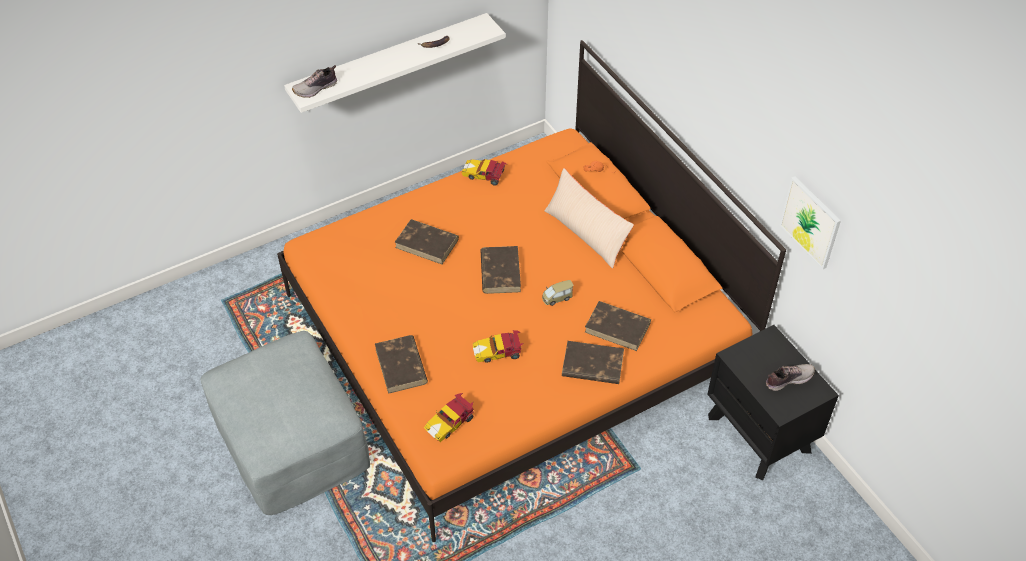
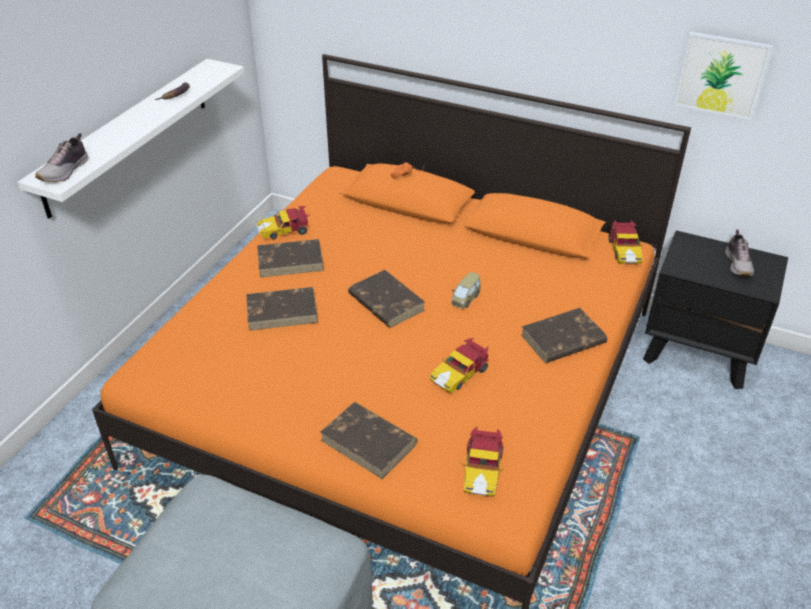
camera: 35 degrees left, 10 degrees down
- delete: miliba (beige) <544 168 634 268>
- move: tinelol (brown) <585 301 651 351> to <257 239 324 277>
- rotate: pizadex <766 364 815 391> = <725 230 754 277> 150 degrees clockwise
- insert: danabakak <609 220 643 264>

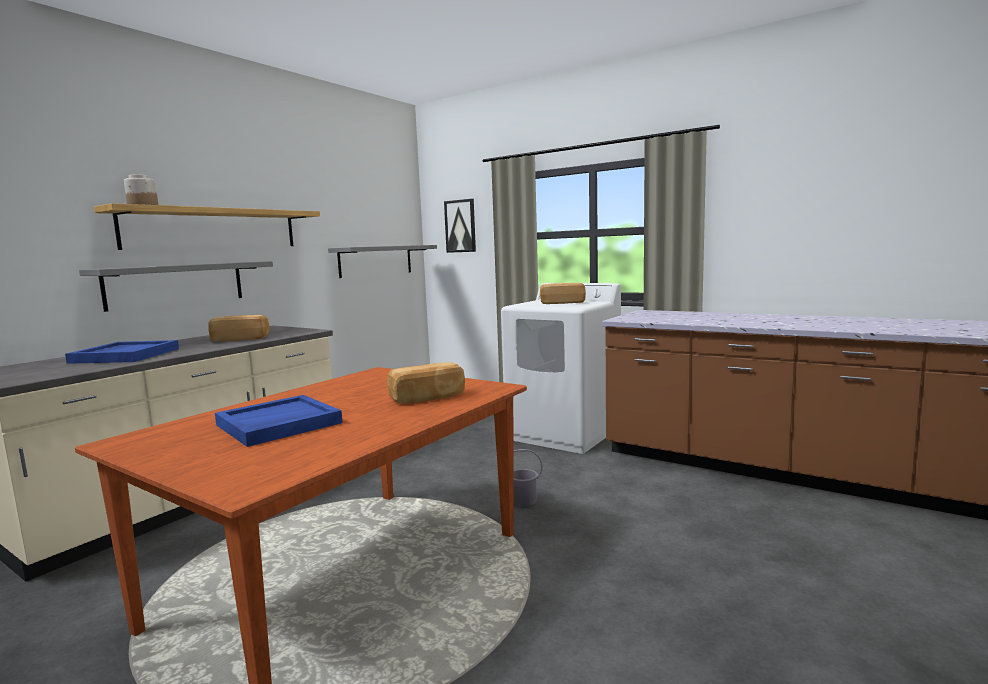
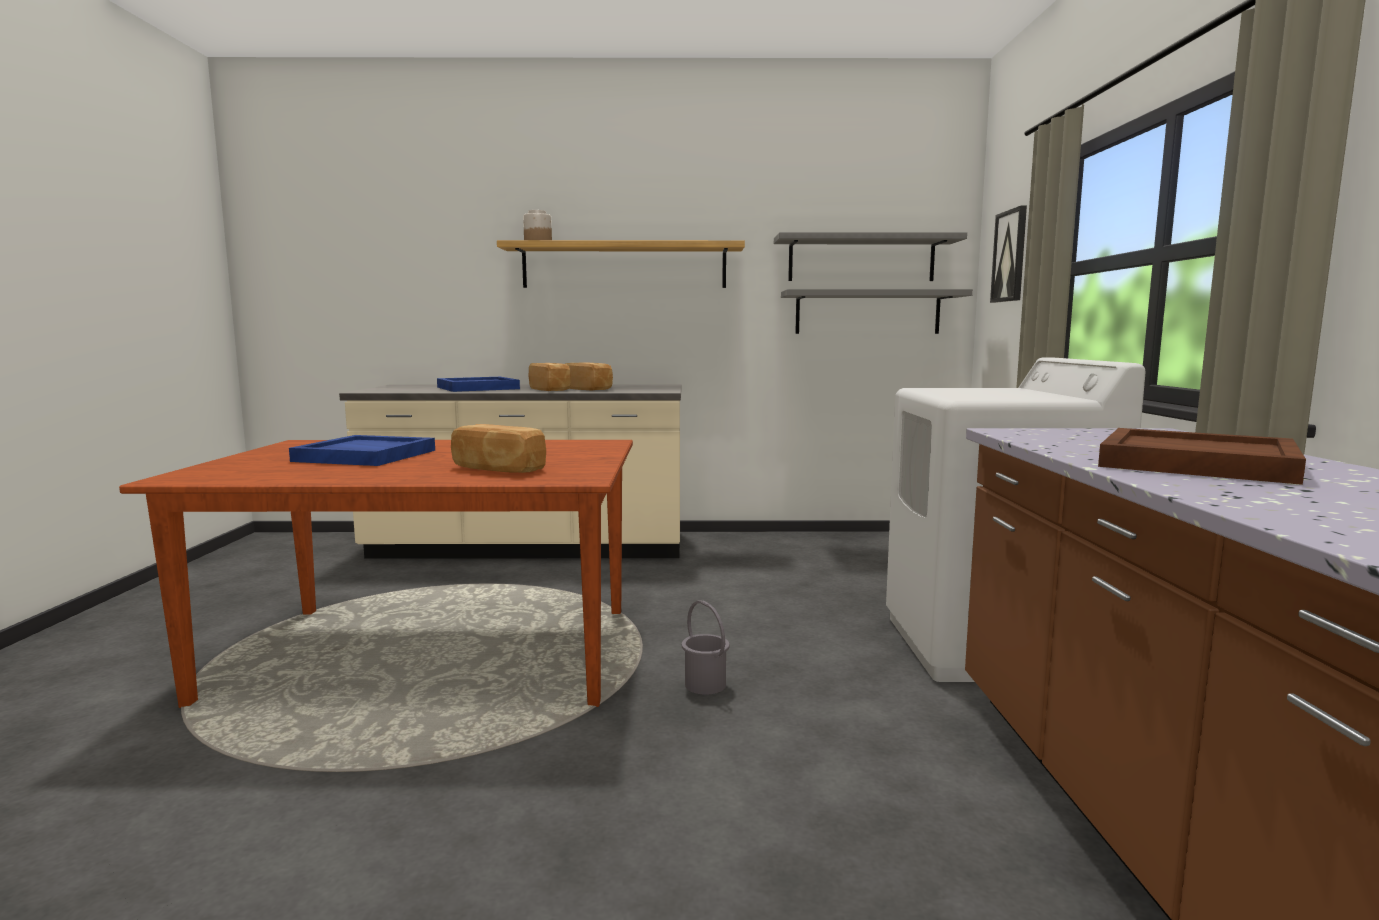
camera: 55 degrees right, 0 degrees up
- move: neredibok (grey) <79 261 273 312> to <774 232 967 281>
- move: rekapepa <540 283 586 304> to <529 363 571 391>
- insert: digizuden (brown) <1098 428 1306 485>

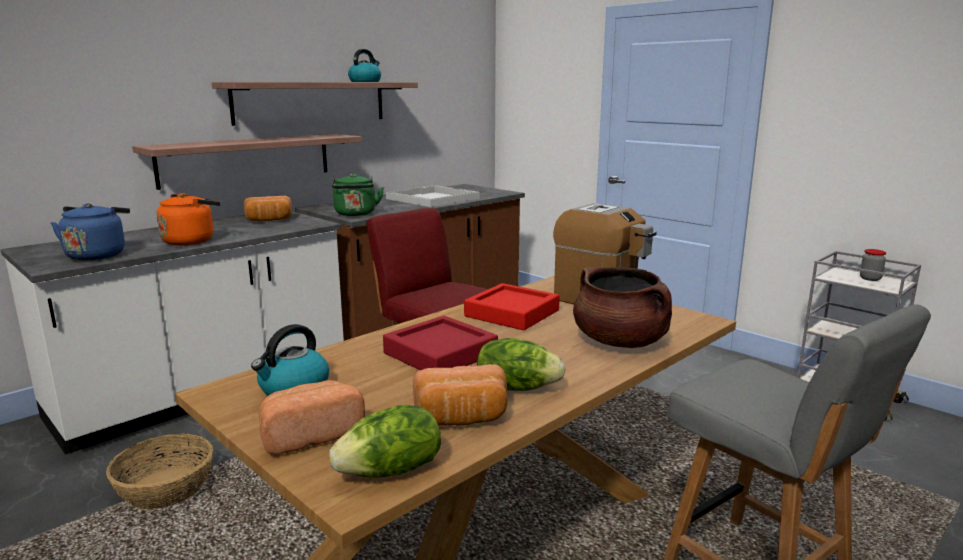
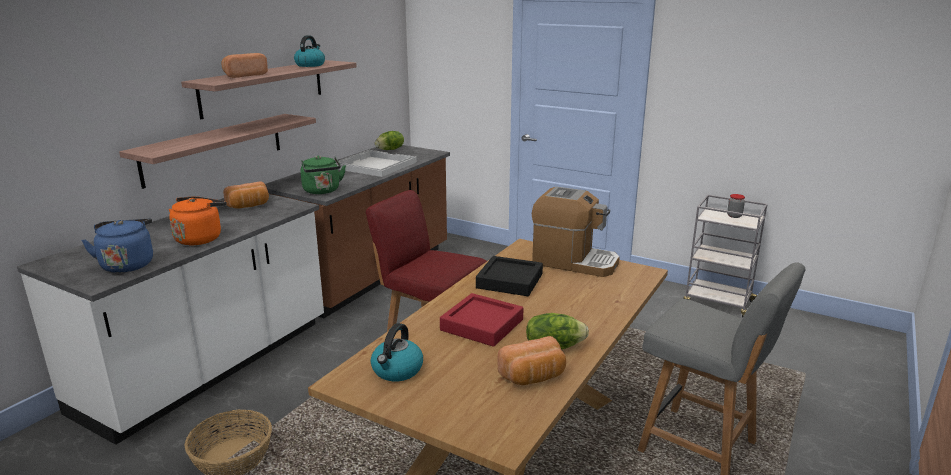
camera: 15 degrees left, 5 degrees up
- delete: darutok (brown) <573 267 672 348>
- recolor: digizuden (red) <464 283 560 330> to digizuden (black) <476 256 543 296>
- move: rekapepa <259 380 365 455> to <221 53 268 78>
- move: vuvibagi <329 405 441 478> to <375 131 404 150>

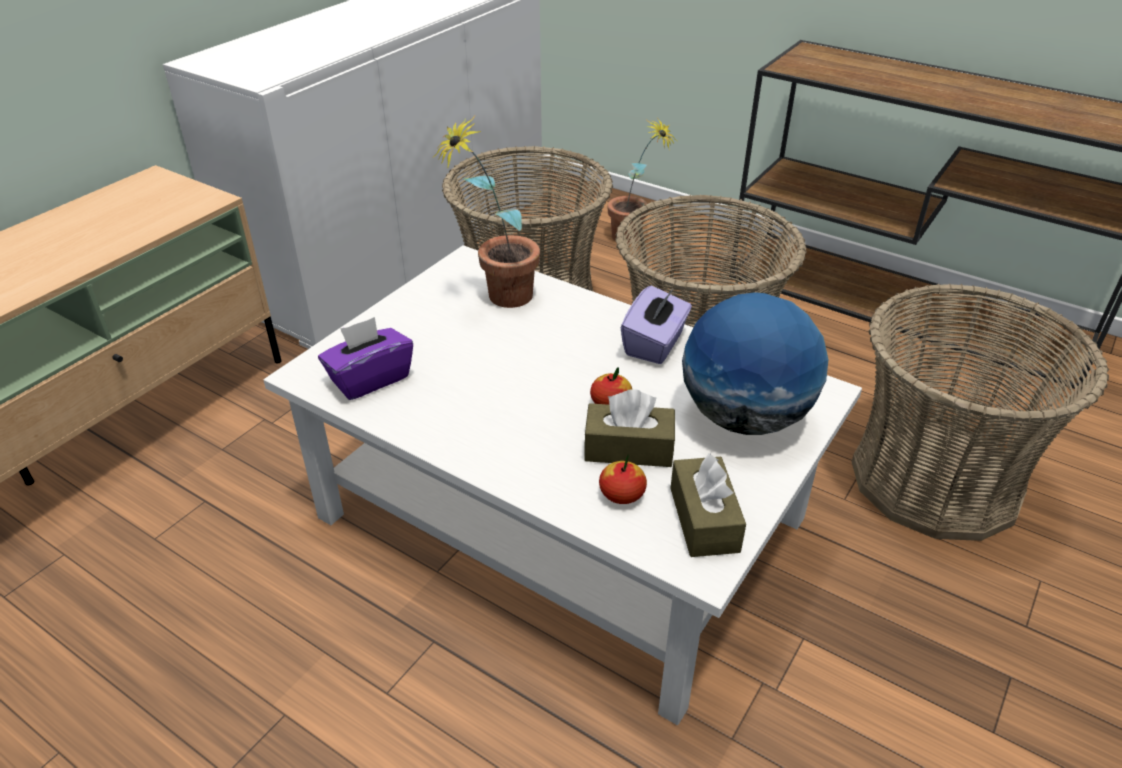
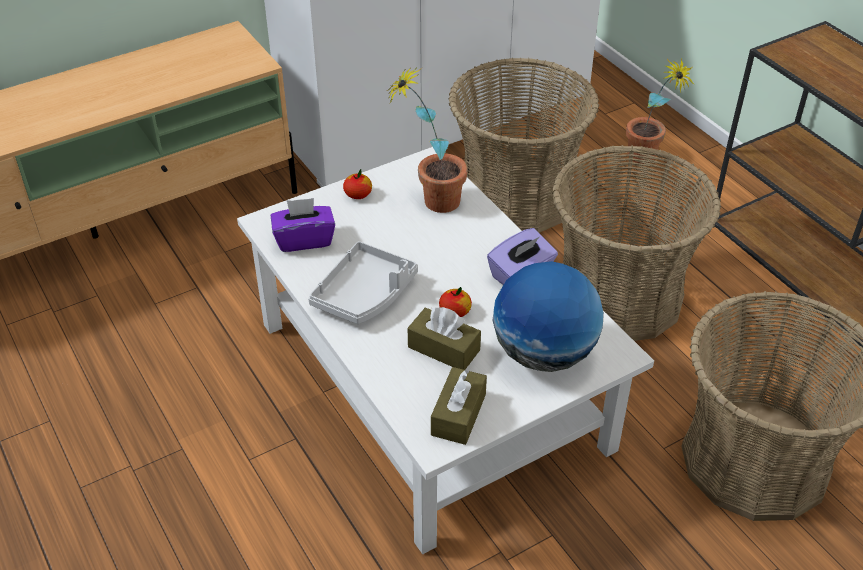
camera: 25 degrees right, 5 degrees up
- move: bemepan <599 455 647 504> to <343 169 372 199>
- insert: digizuden (grey) <308 241 418 324>

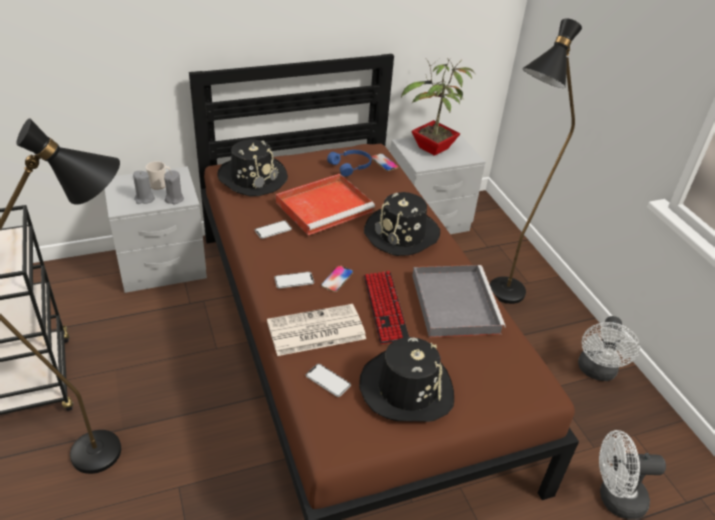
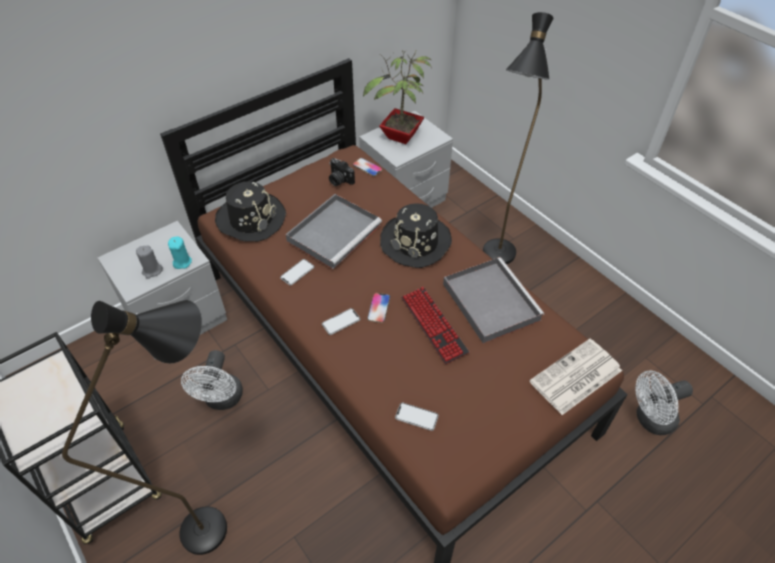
camera: 15 degrees left, 10 degrees up
- replace: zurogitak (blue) <327 150 372 177> to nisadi <329 158 355 186>
- delete: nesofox <146 161 171 190>
- recolor: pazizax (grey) <164 170 184 204> to pazizax (turquoise) <168 237 192 269>
- recolor: digizuden (red) <276 174 375 235> to digizuden (grey) <286 194 382 269>
- move: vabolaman <267 304 366 356> to <530 339 622 415>
- move: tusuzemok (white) <578 316 640 381> to <181 350 243 410>
- delete: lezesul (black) <359 337 454 422>

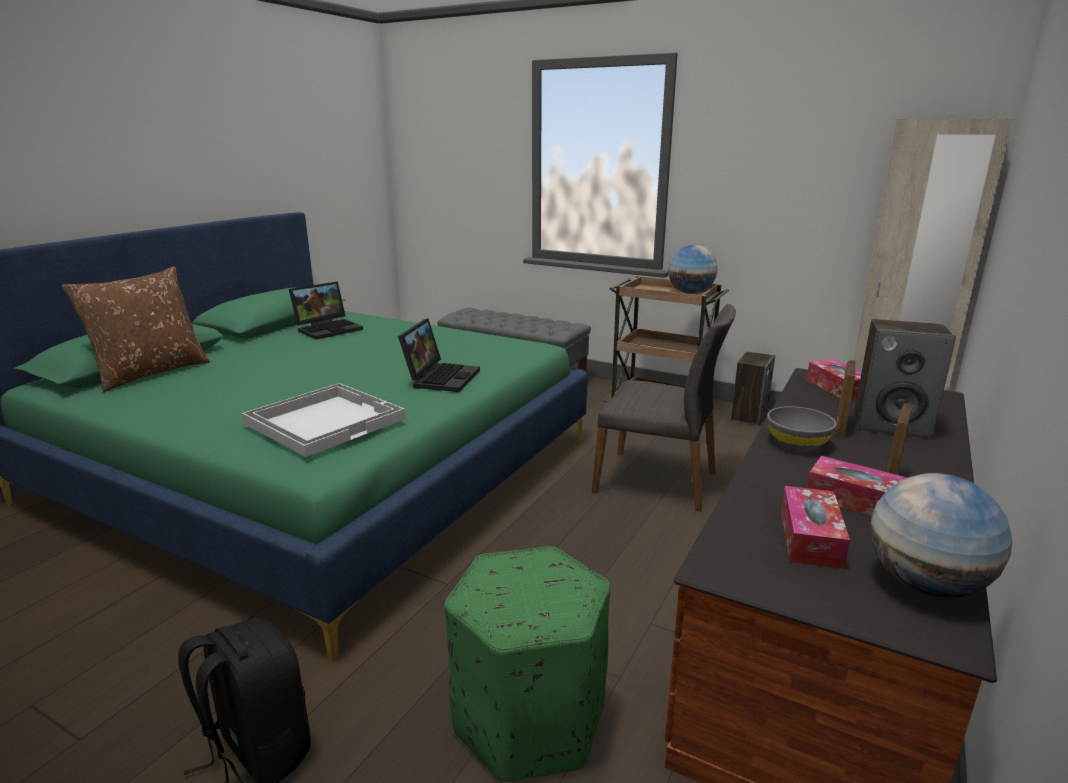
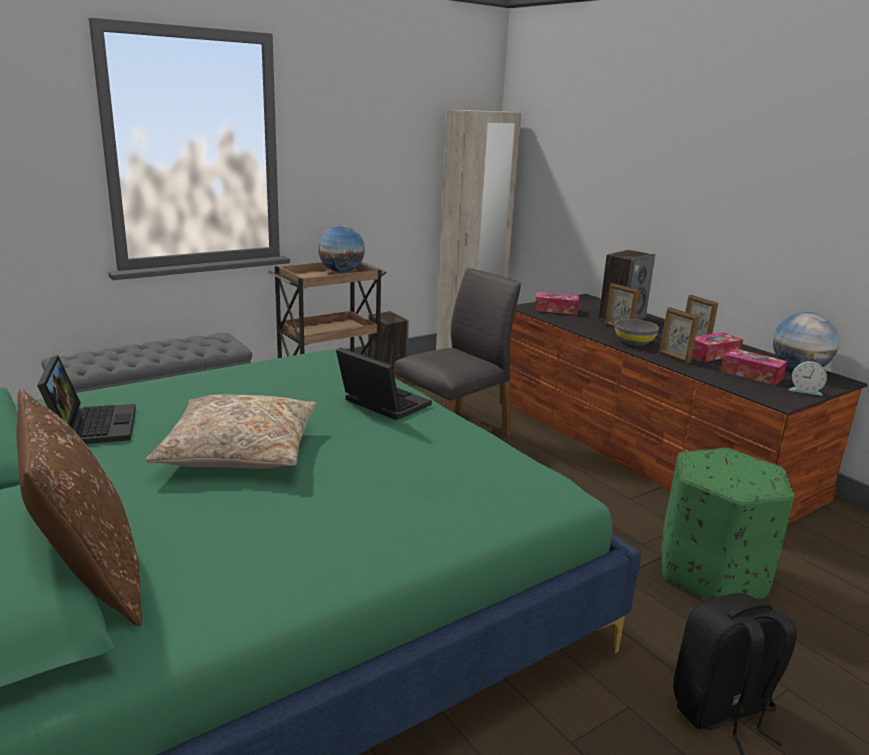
camera: 65 degrees left, 0 degrees up
- delete: digizuden (white) <242 383 405 457>
- insert: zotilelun <659 307 699 363>
- insert: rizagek <789 361 827 396>
- insert: miliba (beige) <145 394 317 469>

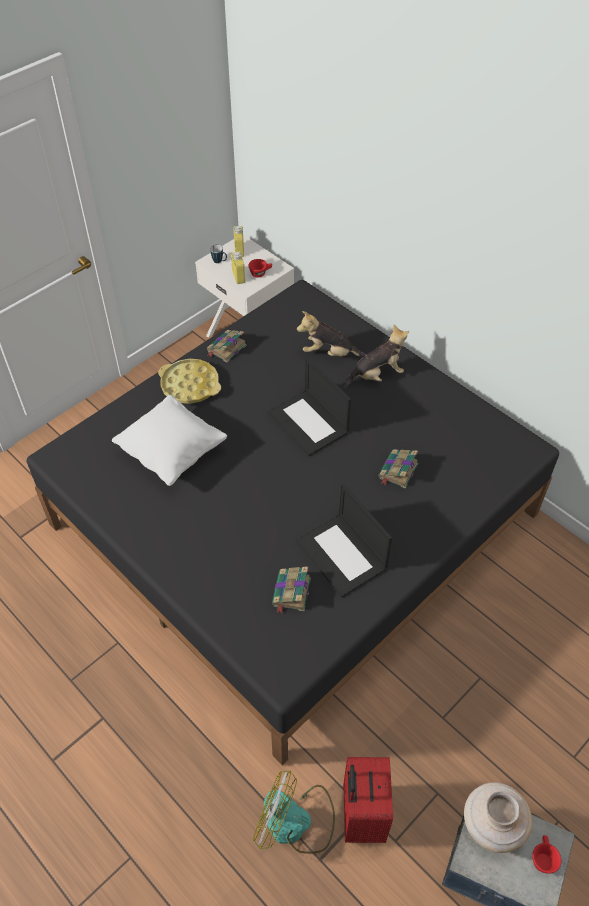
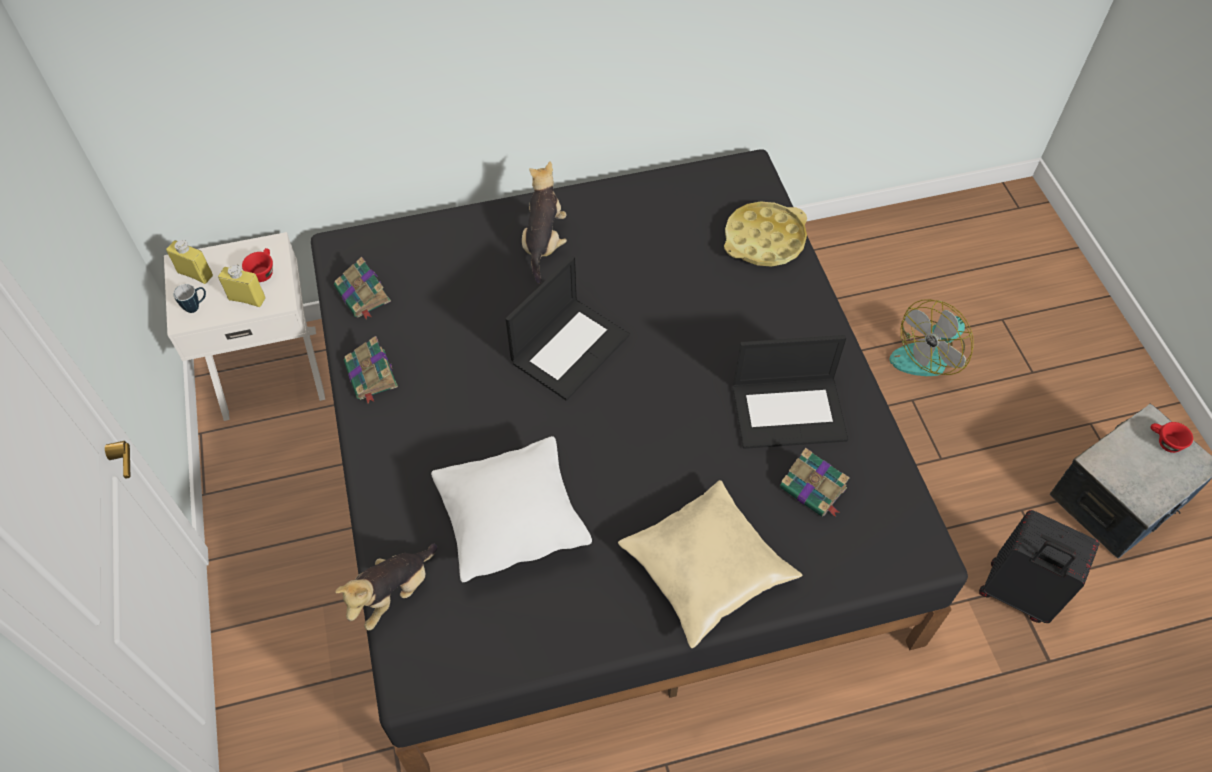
camera: 60 degrees left, 5 degrees up
- move: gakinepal <297 311 366 357> to <335 544 437 631>
- rotate: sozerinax <267 358 351 456> = <506 256 630 401> 45 degrees counterclockwise
- move: digizuden (yellow) <158 359 221 404> to <724 201 807 267>
- move: tinelol <378 449 419 489> to <334 257 391 320>
- recolor: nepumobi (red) <344 757 393 843> to nepumobi (black) <979 510 1099 623>
- move: tusuzemok <253 771 335 854> to <890 299 974 376>
- delete: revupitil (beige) <464 782 532 853>
- insert: miliba (beige) <618 480 803 649>

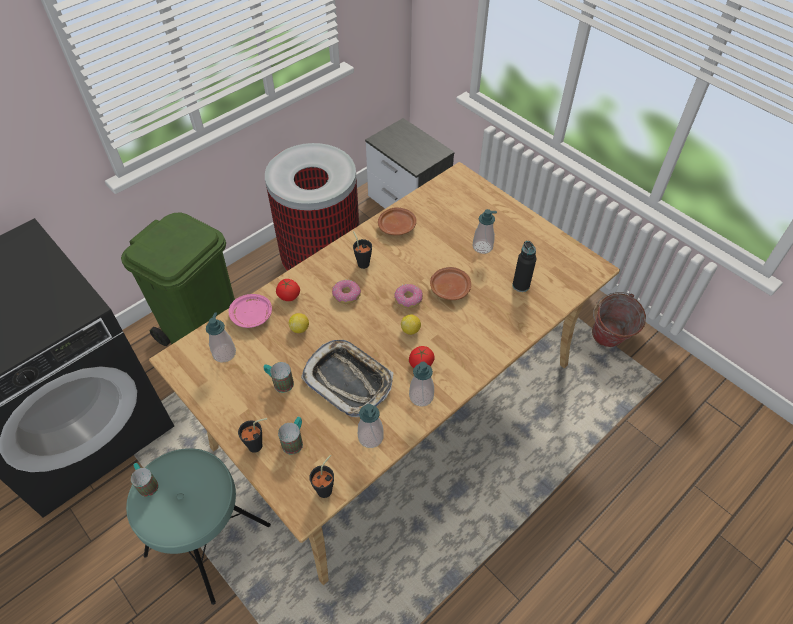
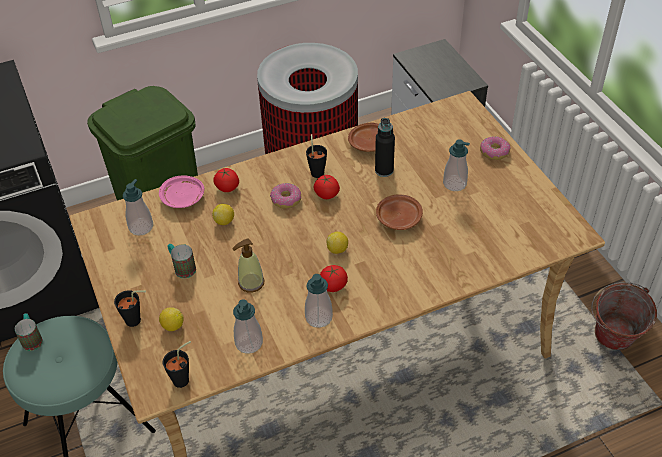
camera: 20 degrees right, 5 degrees down
- move: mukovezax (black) <513 241 536 292> to <375 118 395 177>
- move: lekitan <394 284 423 308> to <480 136 511 160>
- replace: digizuden <301 340 393 417> to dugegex <232 238 264 293>
- replace: nesofox <278 417 303 455> to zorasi <159 307 184 331>
- insert: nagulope <314 175 340 199>

